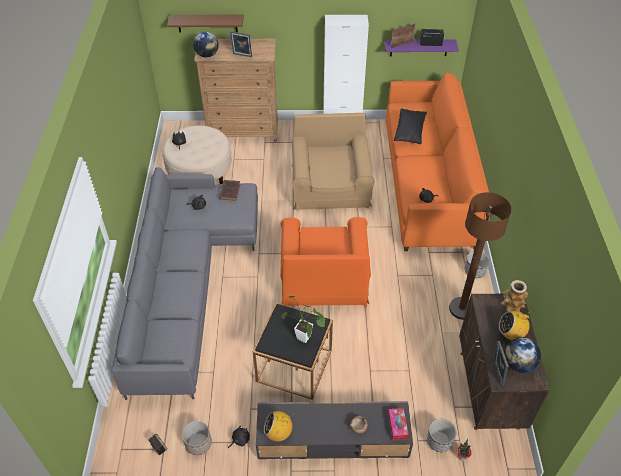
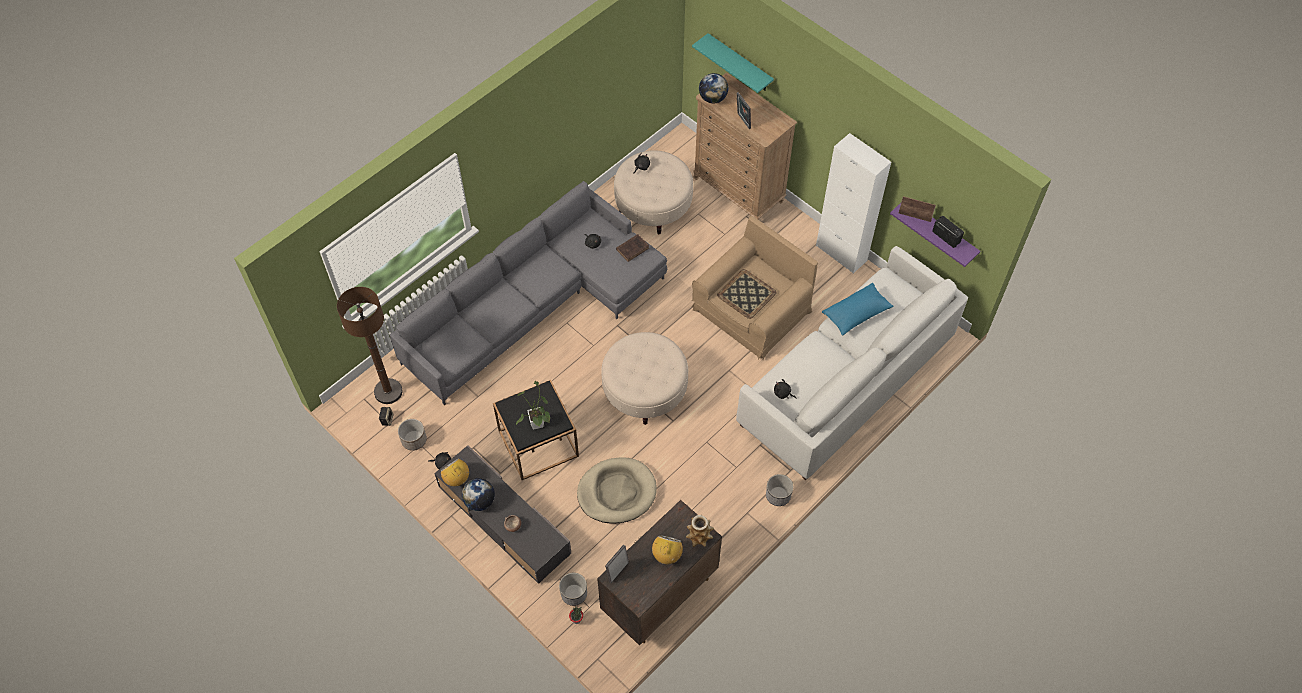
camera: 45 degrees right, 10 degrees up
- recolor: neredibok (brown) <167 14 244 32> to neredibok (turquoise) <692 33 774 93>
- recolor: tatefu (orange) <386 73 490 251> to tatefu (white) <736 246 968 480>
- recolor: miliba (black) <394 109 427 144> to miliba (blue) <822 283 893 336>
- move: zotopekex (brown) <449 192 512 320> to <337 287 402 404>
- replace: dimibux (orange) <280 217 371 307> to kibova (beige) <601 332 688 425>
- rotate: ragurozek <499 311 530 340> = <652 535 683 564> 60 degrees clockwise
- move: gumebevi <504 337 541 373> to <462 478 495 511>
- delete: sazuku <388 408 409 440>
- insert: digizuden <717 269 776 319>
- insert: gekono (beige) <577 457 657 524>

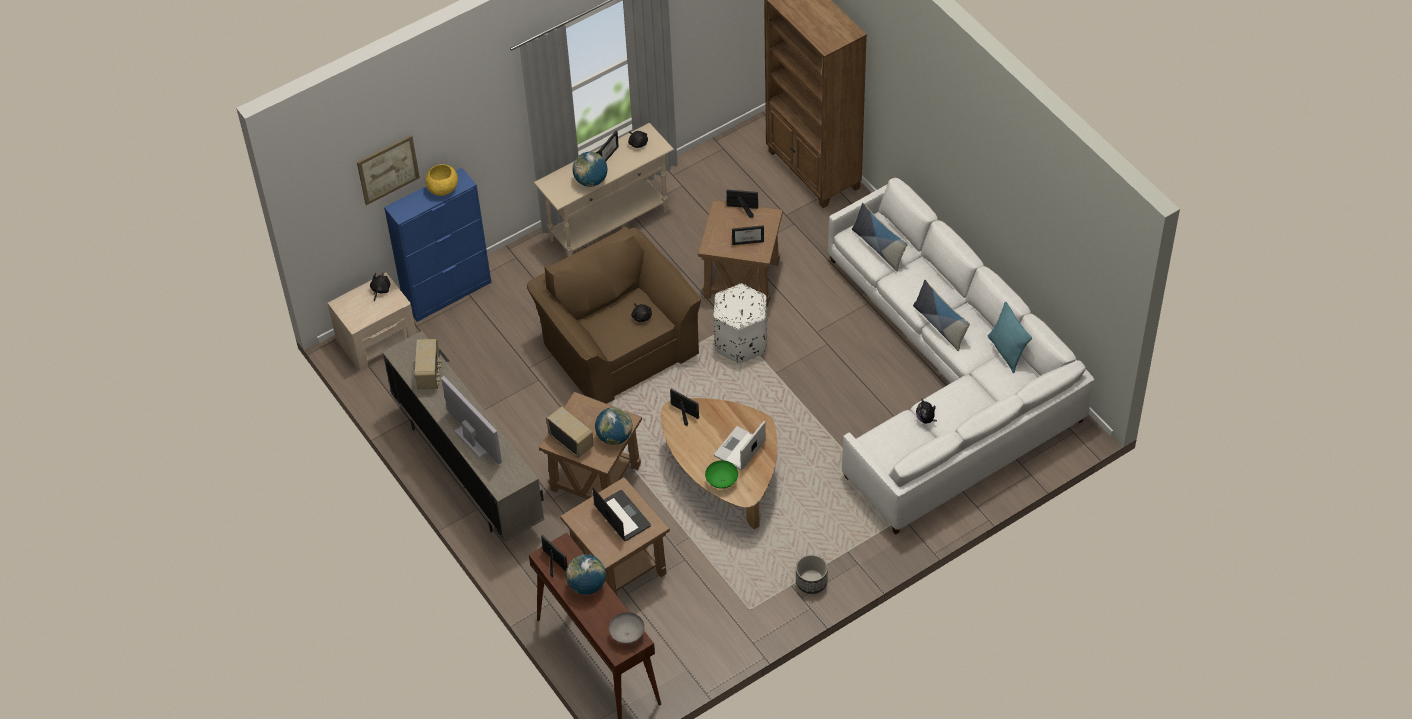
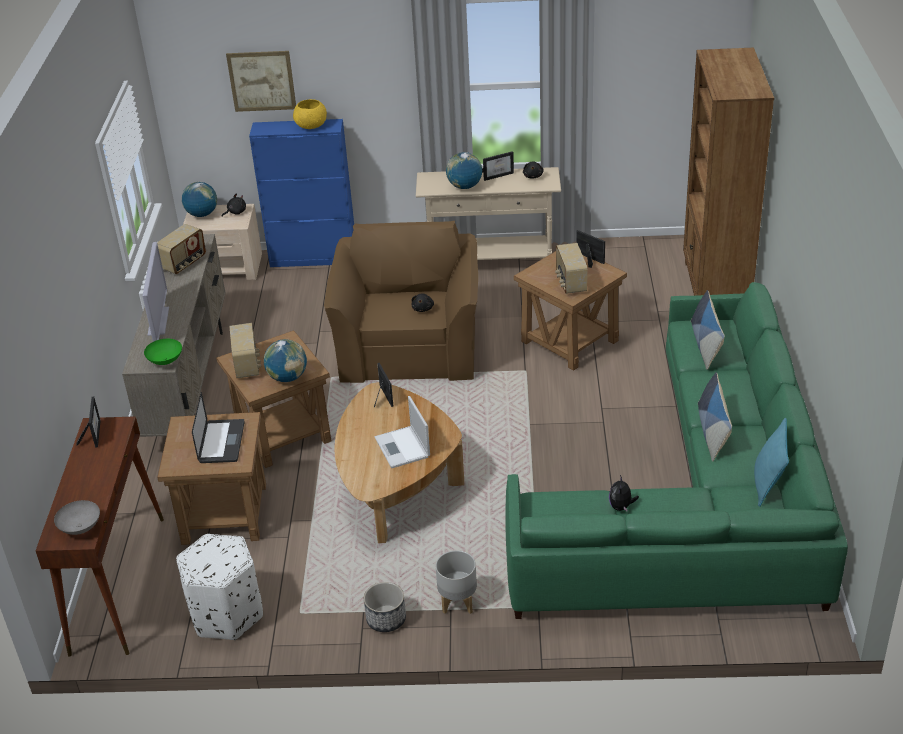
camera: 35 degrees right, 15 degrees down
- recolor: tatefu (white) <828 178 1094 535> to tatefu (green) <505 282 848 619>
- replace: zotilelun <732 225 764 245> to ragurozek <555 243 587 294>
- move: kibova (white) <713 283 767 363> to <176 534 263 640>
- rotate: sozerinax <714 421 766 470> = <374 396 430 468> 90 degrees counterclockwise
- move: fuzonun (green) <705 460 738 489> to <144 339 182 365>
- move: gumebevi <566 555 606 595> to <182 182 217 217>
- insert: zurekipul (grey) <436 550 477 614>

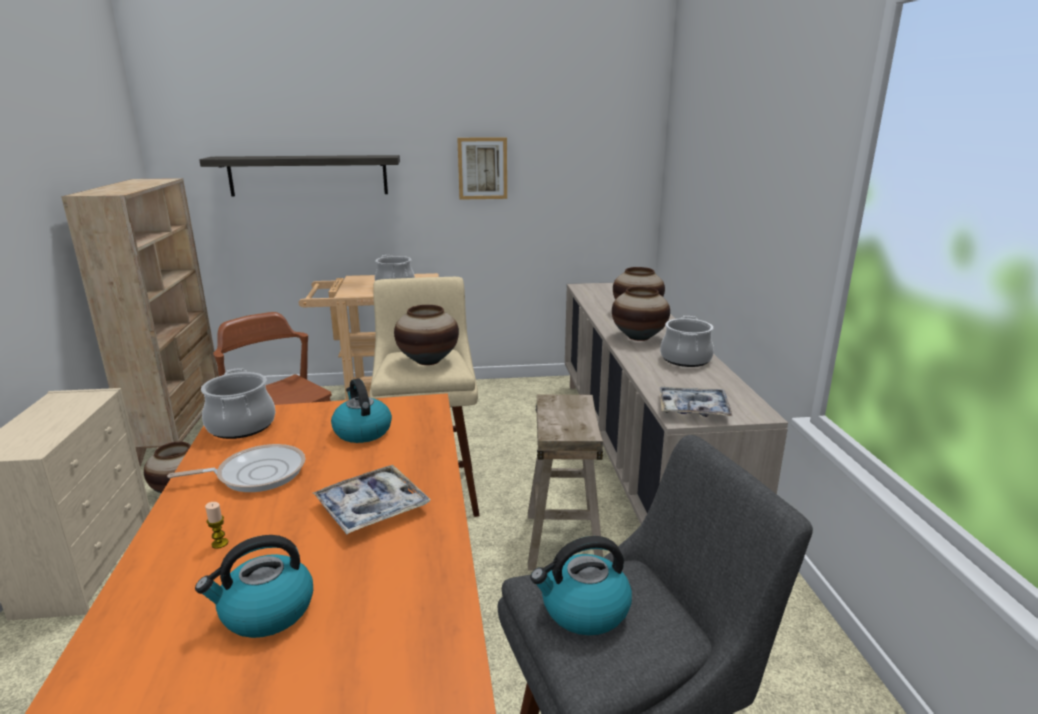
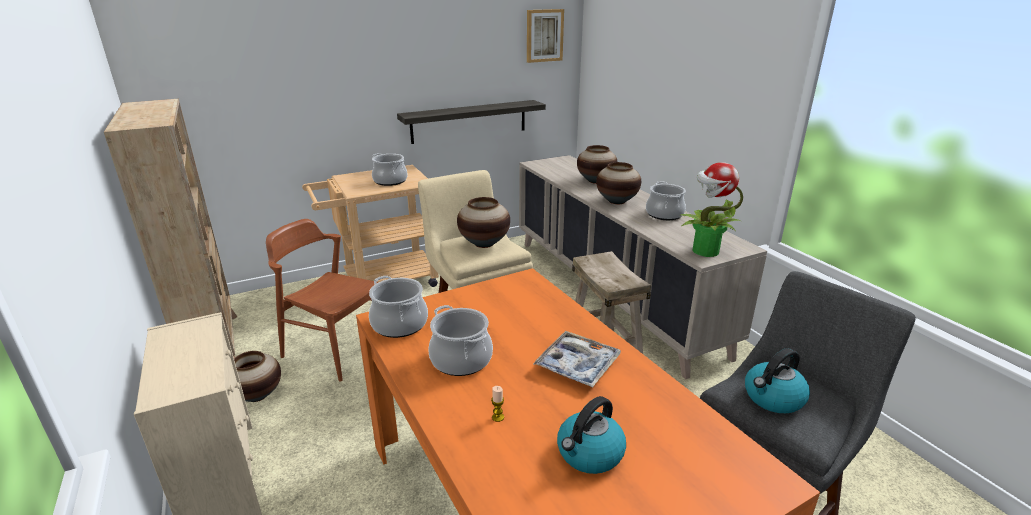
camera: 20 degrees left, 5 degrees up
- move: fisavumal <457 137 507 200> to <527 9 564 63>
- move: neredibok <199 155 400 196> to <397 100 546 144>
- delete: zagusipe <331 378 392 443>
- replace: digizuden <660 387 732 417> to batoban <679 162 743 257>
- replace: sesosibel <167 444 306 492> to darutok <428 305 493 376>

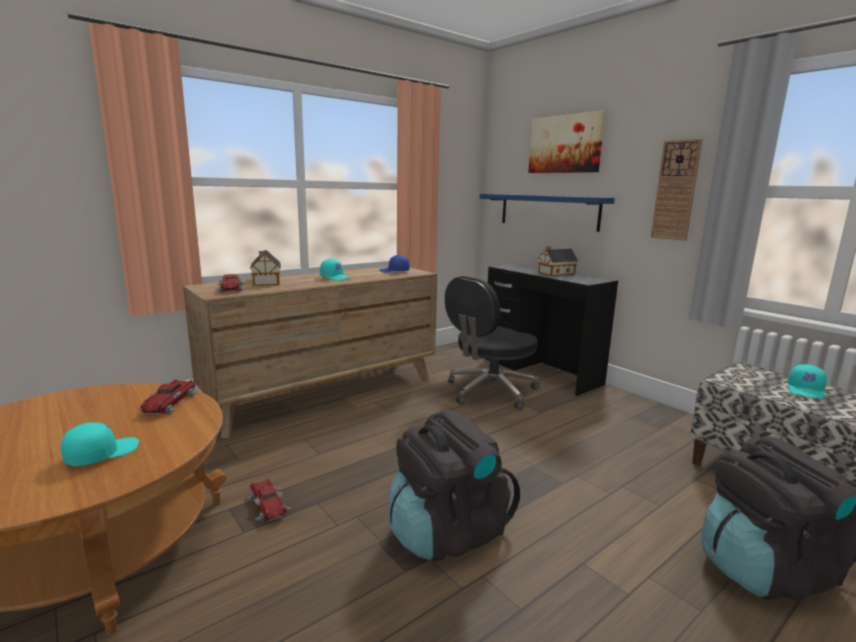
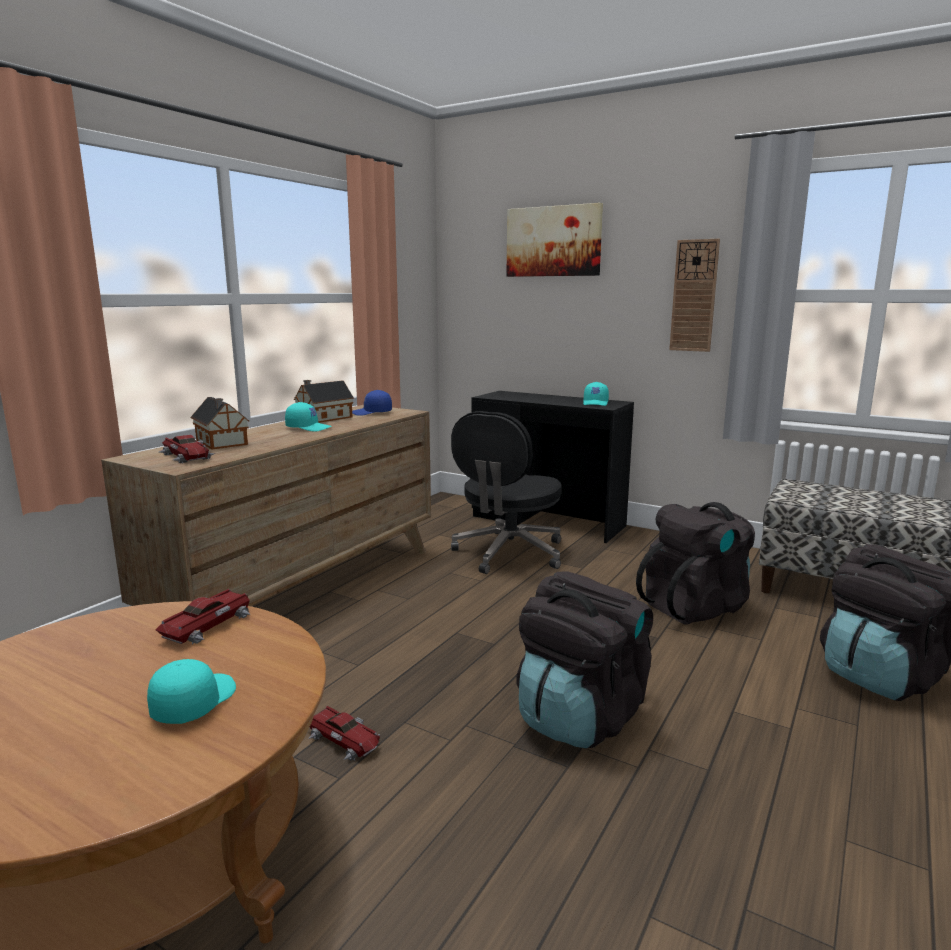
camera: 20 degrees left, 0 degrees up
- delete: neredibok (blue) <480 194 615 232>
- move: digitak <538 246 578 276> to <294 380 354 423>
- move: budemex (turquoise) <788 364 827 399> to <583 382 609 406>
- rotate: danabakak <138 379 197 415> = <155 589 250 644> 135 degrees counterclockwise
- insert: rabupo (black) <636 502 755 625>

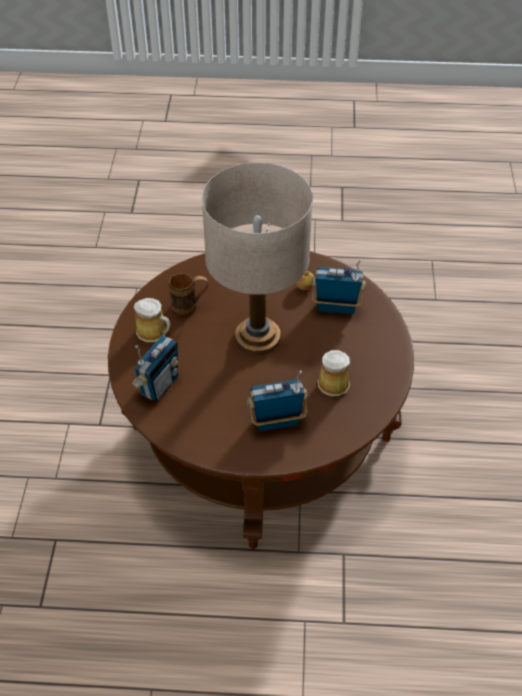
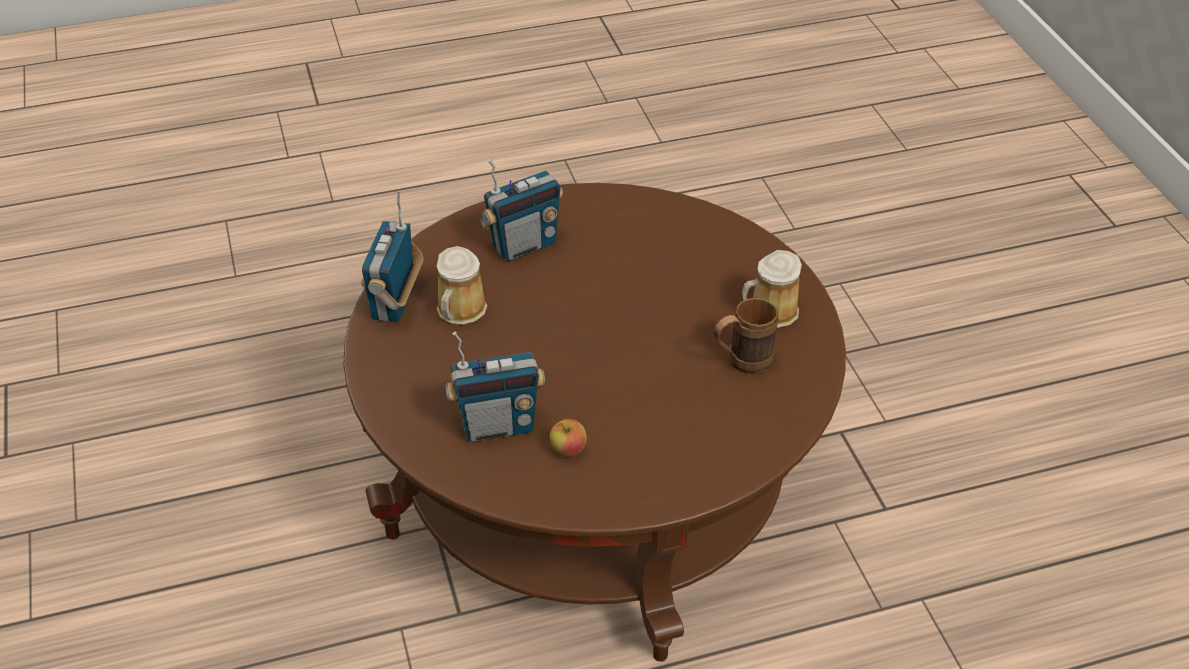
camera: 160 degrees right, 5 degrees down
- delete: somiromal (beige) <202 162 313 355>
- move: ragurozek <132 335 179 402> to <361 191 423 322>

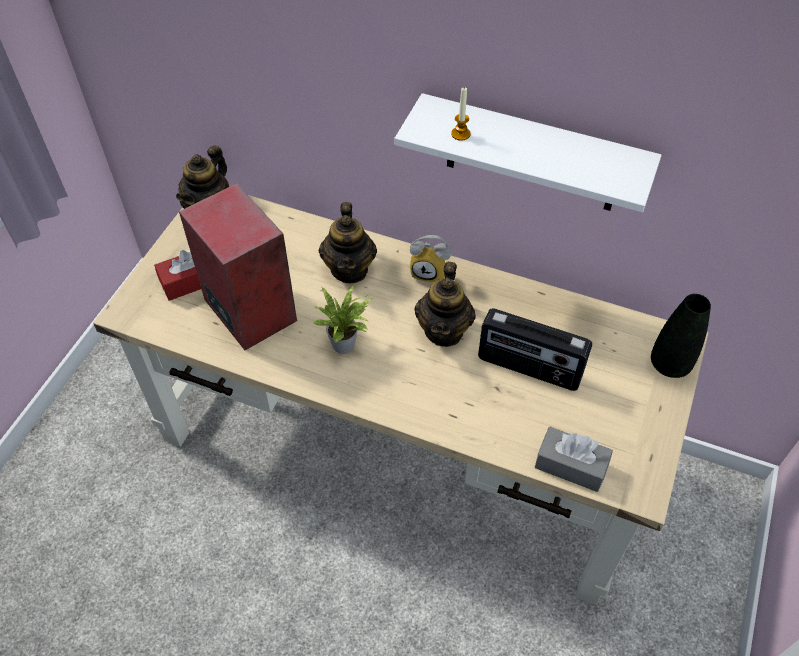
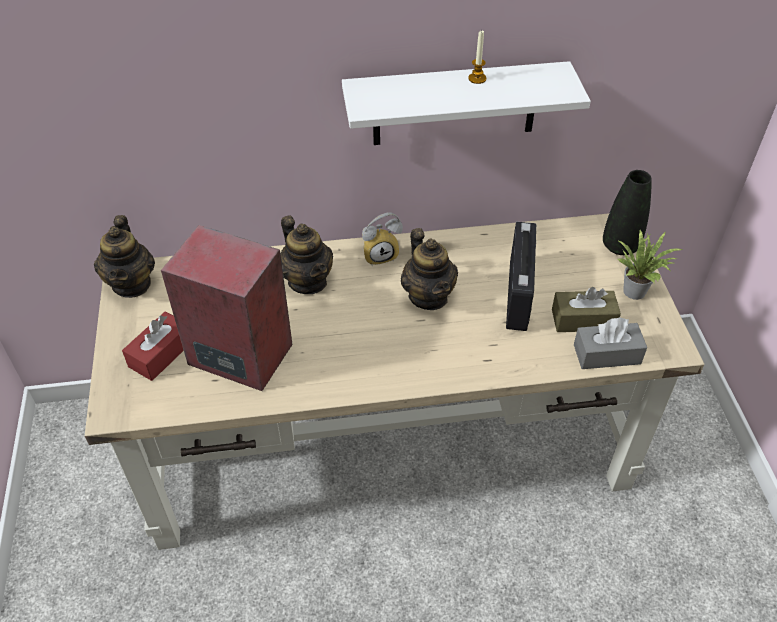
camera: 30 degrees left, 5 degrees down
- move: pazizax <451 87 471 141> to <468 30 486 84>
- move: batoban <313 285 373 354> to <618 230 684 300>
- rotate: ragurozek <478 308 592 391> = <506 222 536 331> 75 degrees counterclockwise
- insert: sazuku (brown) <552 287 621 332>

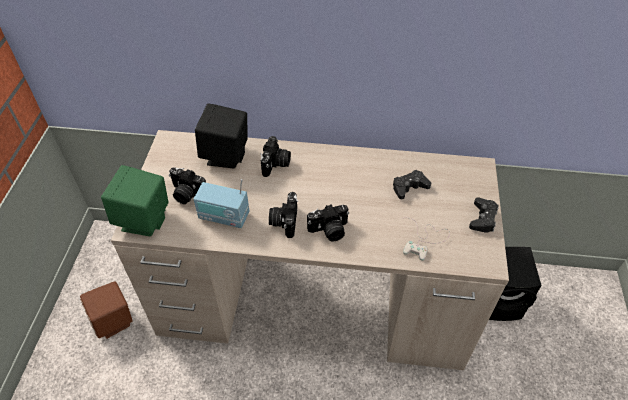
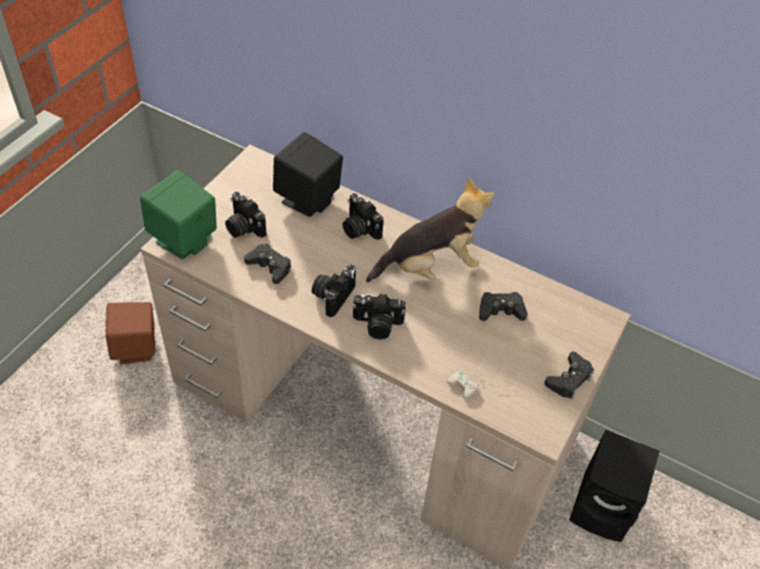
camera: 20 degrees right, 0 degrees up
- rotate: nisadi <260 136 291 177> = <343 193 383 240> 105 degrees clockwise
- replace: ragurozek <194 179 250 228> to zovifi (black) <244 243 291 284>
- insert: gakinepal <366 177 494 283>

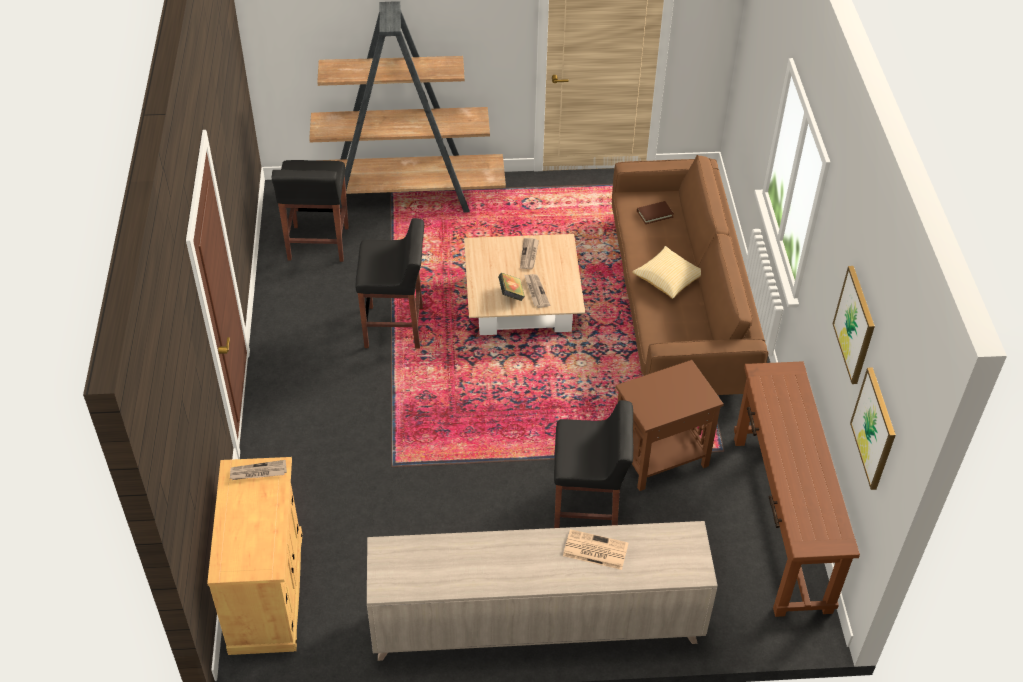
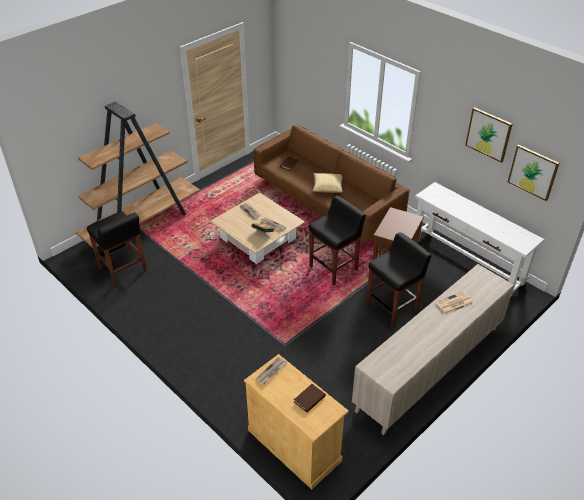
camera: 40 degrees left, 5 degrees down
- move: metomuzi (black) <355 218 424 349> to <309 196 366 285>
- recolor: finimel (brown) <734 361 860 617> to finimel (white) <415 182 545 296>
- insert: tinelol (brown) <294 384 326 412>

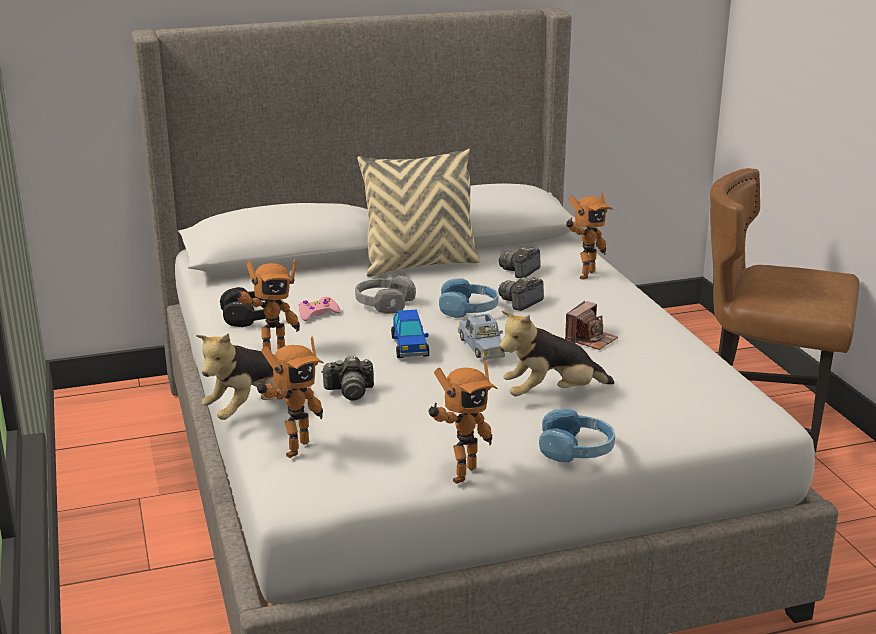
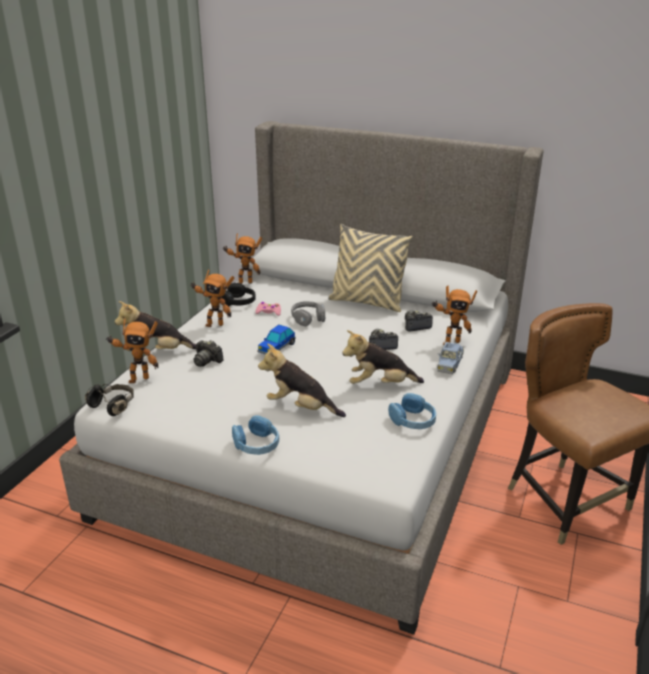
camera: 40 degrees right, 5 degrees up
- move: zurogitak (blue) <439 278 499 318> to <388 393 436 429>
- replace: nisadi <565 301 618 350> to gakinepal <342 330 424 384>
- move: danabakak (blue) <458 313 505 360> to <437 342 464 374>
- move: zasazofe <429 360 497 484> to <222 233 262 284>
- insert: zurogitak (black) <85 384 134 416>

